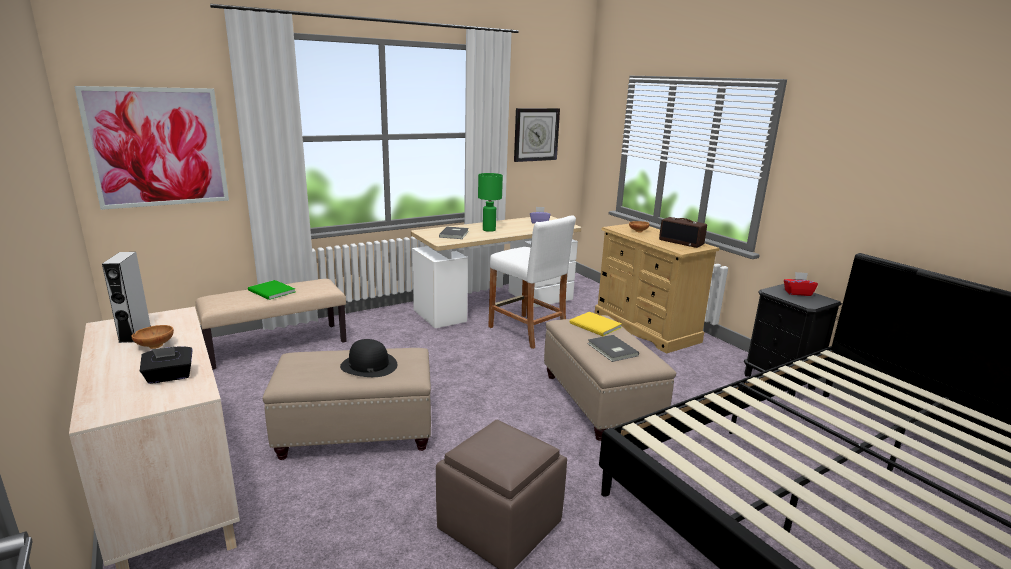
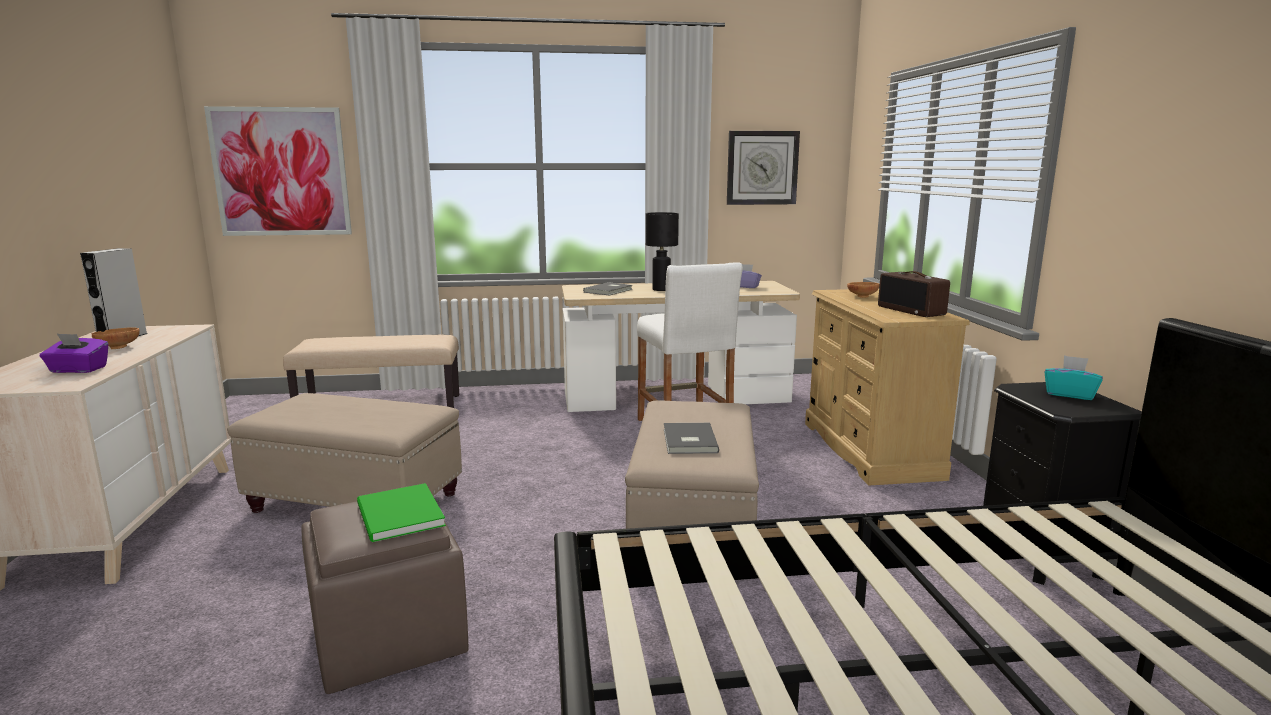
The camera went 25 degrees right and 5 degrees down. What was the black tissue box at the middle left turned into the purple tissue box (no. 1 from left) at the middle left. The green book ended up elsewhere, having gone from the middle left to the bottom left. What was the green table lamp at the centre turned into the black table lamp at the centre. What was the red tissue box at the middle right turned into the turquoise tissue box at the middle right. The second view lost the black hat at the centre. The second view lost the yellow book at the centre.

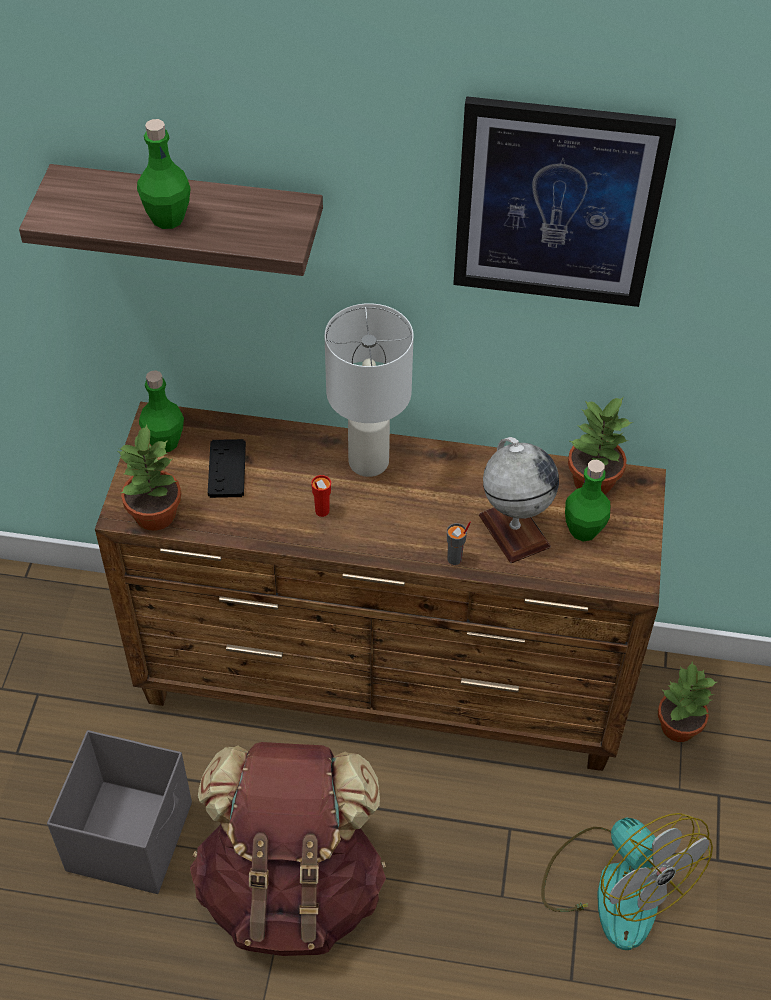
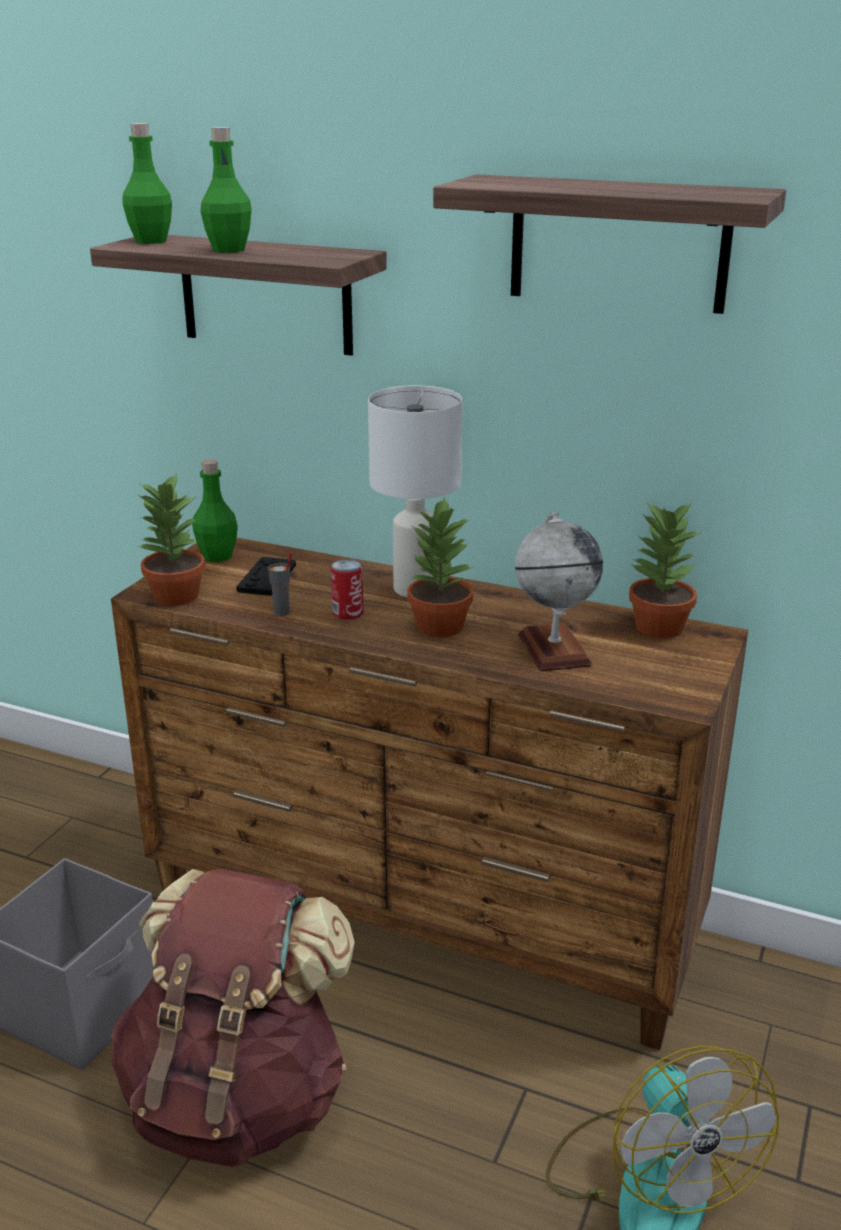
The camera went 15 degrees right and 25 degrees down. The green bottle (no. 3 from left in the first image) ended up elsewhere, having gone from the middle right to the top left. The grey cup ended up elsewhere, having gone from the centre to the middle left. Where the red cup stood at the centre, the can came to stand at the centre. The potted plant (no. 3 from left in the first image) ended up elsewhere, having gone from the bottom right to the centre. Where the picture hung at the top right, the shelf (no. 2 from left) came to hang at the top right.

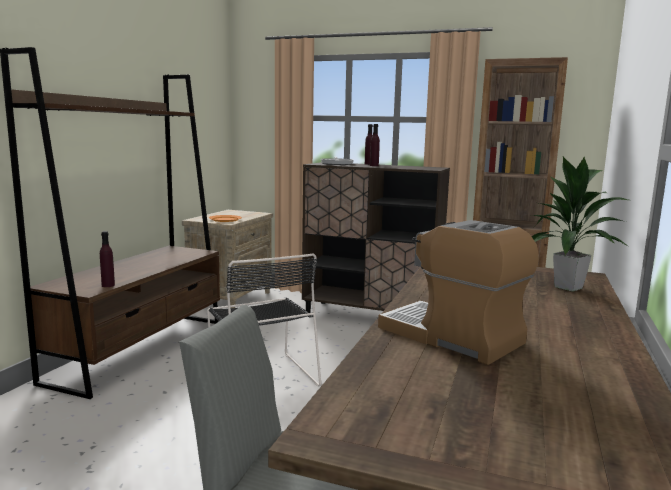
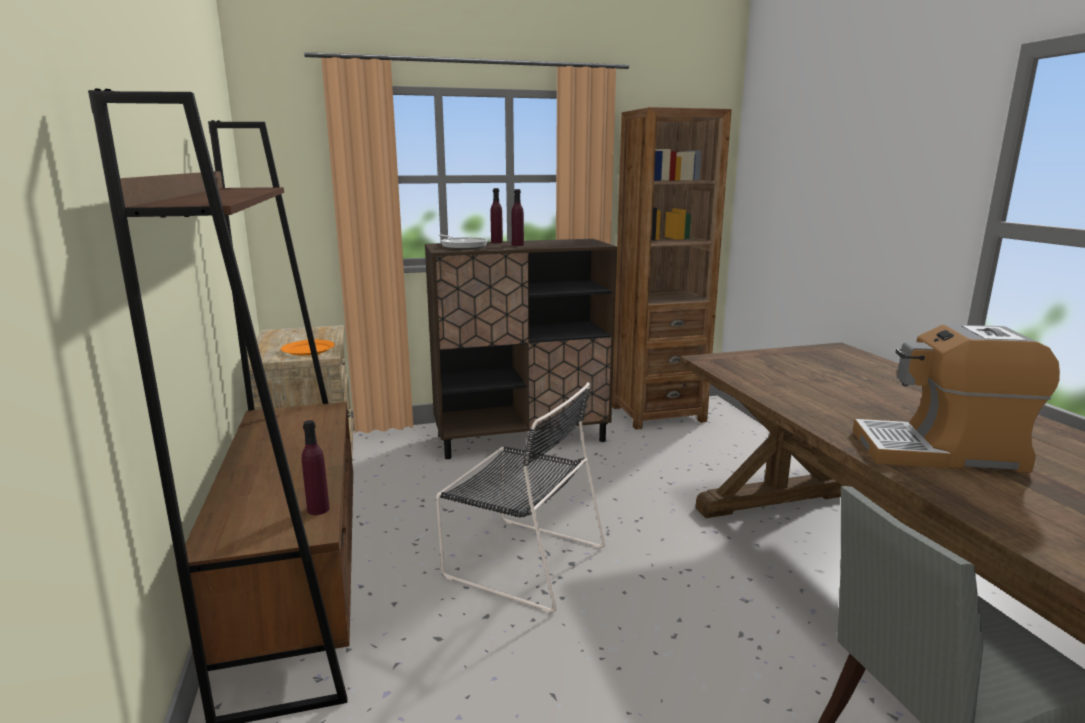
The camera went 35 degrees left and 5 degrees up. The second view lost the potted plant at the middle right.

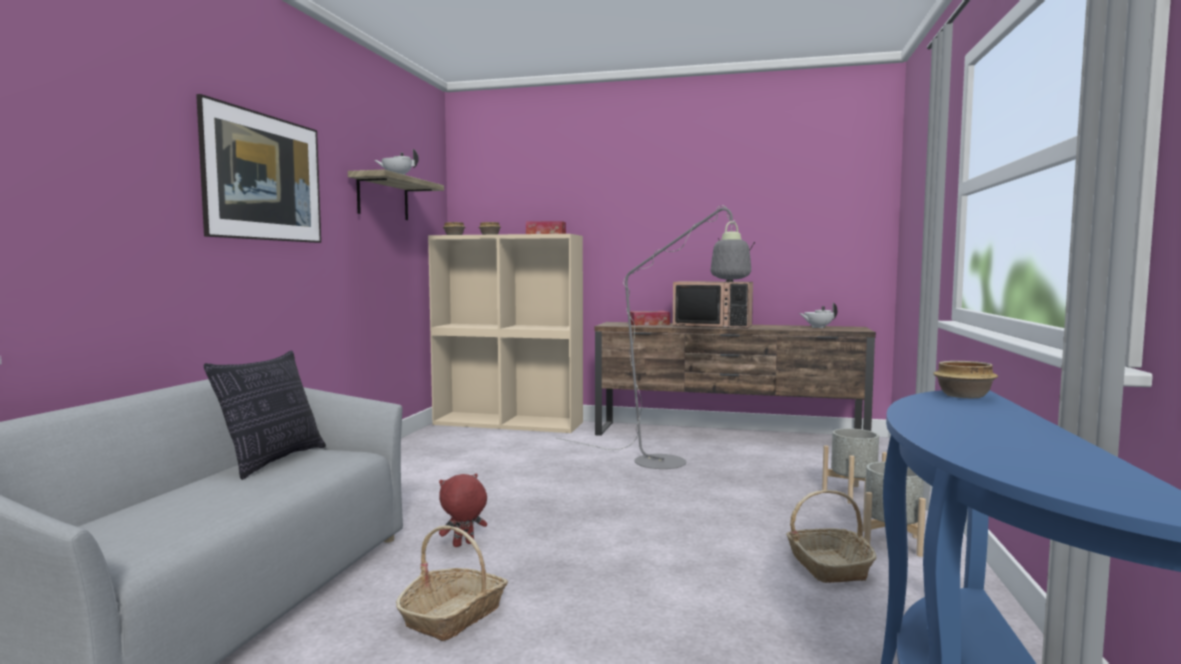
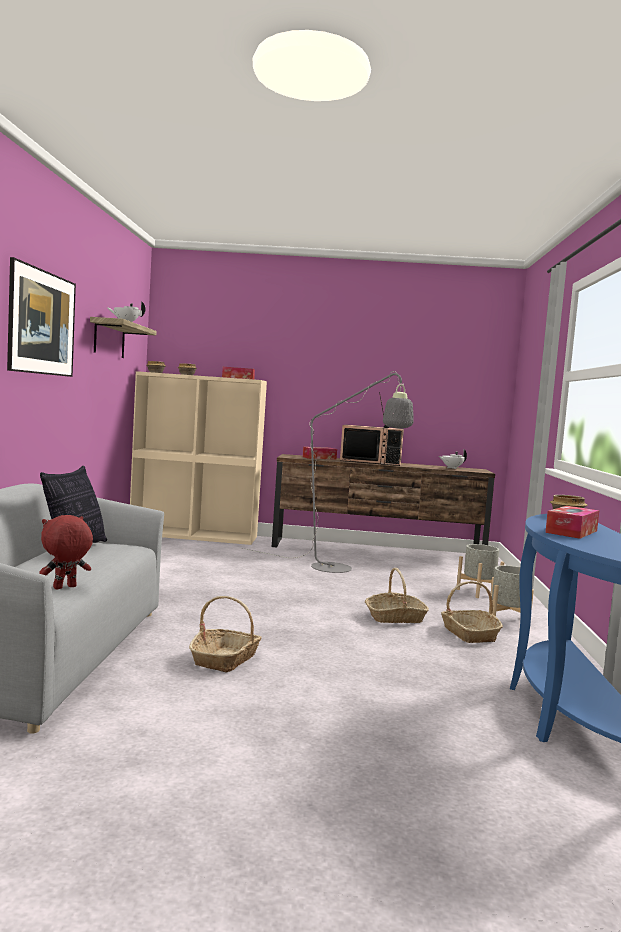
The camera went 10 degrees left and 0 degrees up. The red plush toy ended up elsewhere, having gone from the bottom centre to the middle left. The second view gained the basket (no. 2 from left) at the centre. The second view gained the tissue box (no. 3 from left) at the middle right.

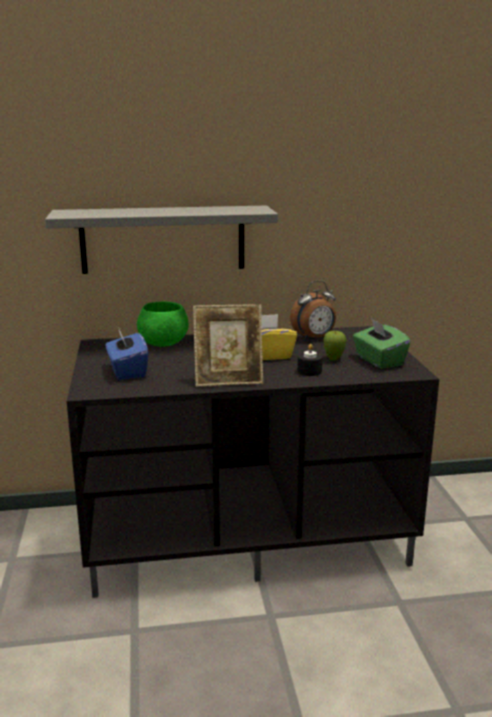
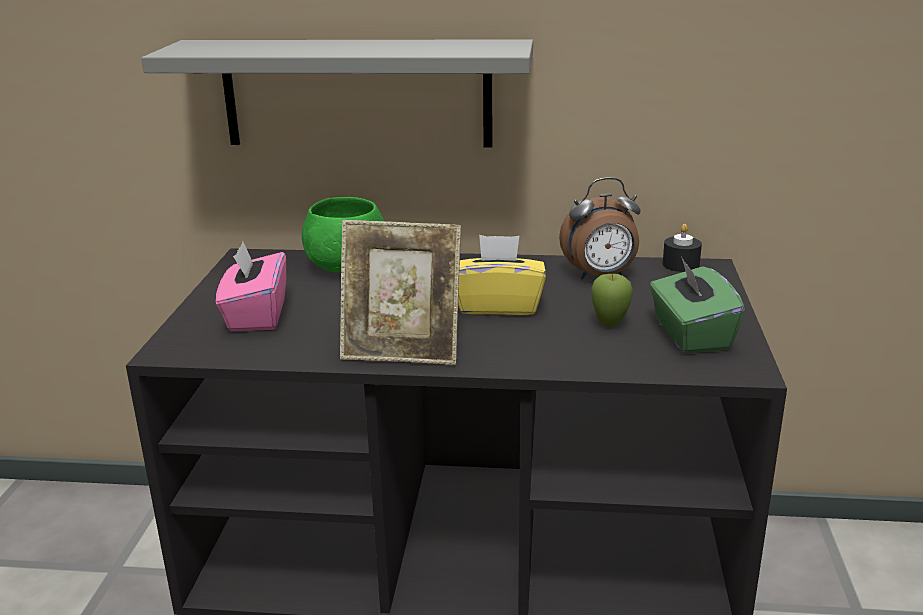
The camera went 15 degrees right and 5 degrees up. What was the blue tissue box at the middle left turned into the pink tissue box at the middle left. The black candle ended up elsewhere, having gone from the centre to the middle right.

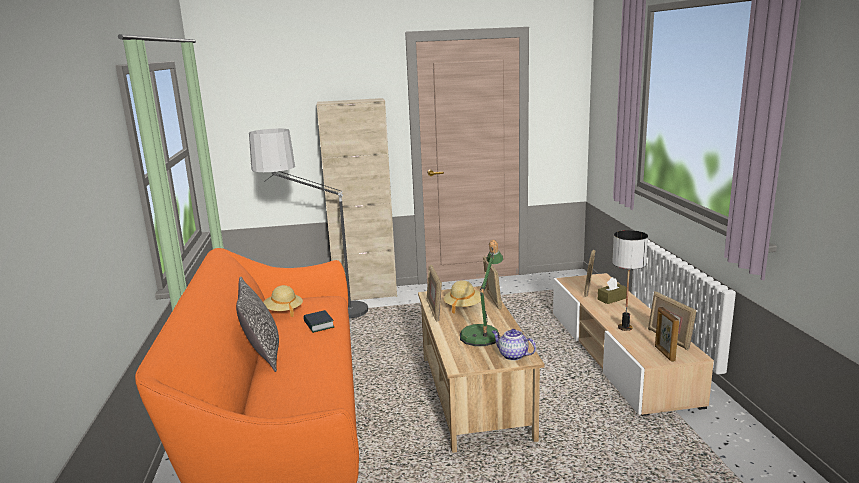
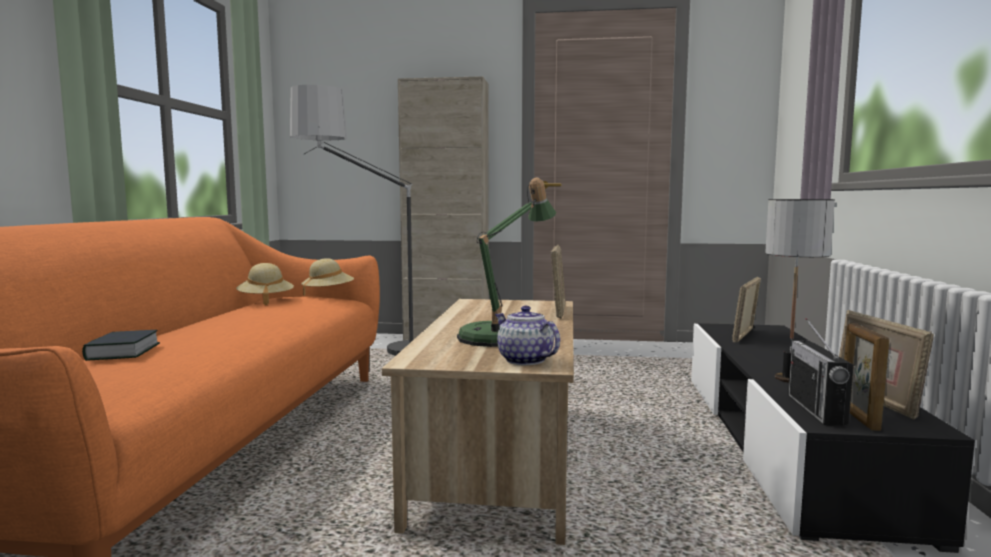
The camera went 15 degrees right and 10 degrees down. The book ended up elsewhere, having gone from the centre to the middle left. The beige hat (no. 2 from left) ended up elsewhere, having gone from the centre to the middle left. What was the beige tv stand at the bottom right turned into the black tv stand at the bottom right. The second view gained the radio at the bottom right. The second view lost the pillow at the bottom left. The second view lost the picture frame (no. 1 from left) at the centre. The second view lost the brown tissue box at the middle right.

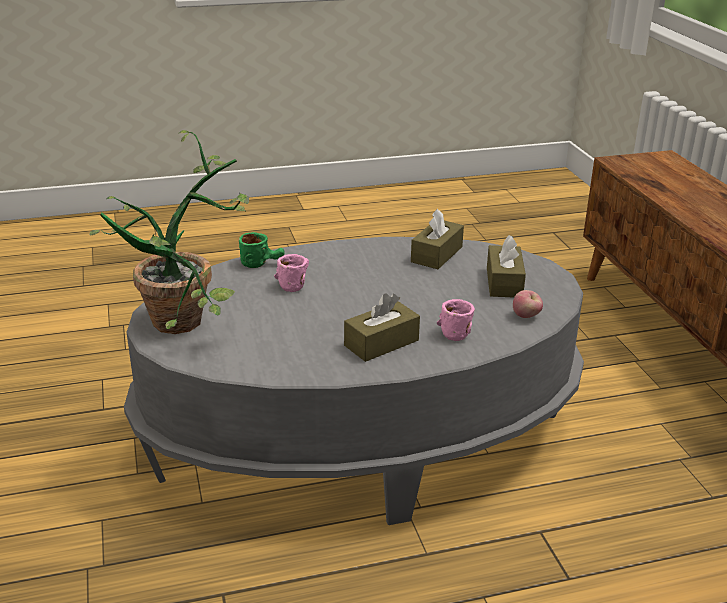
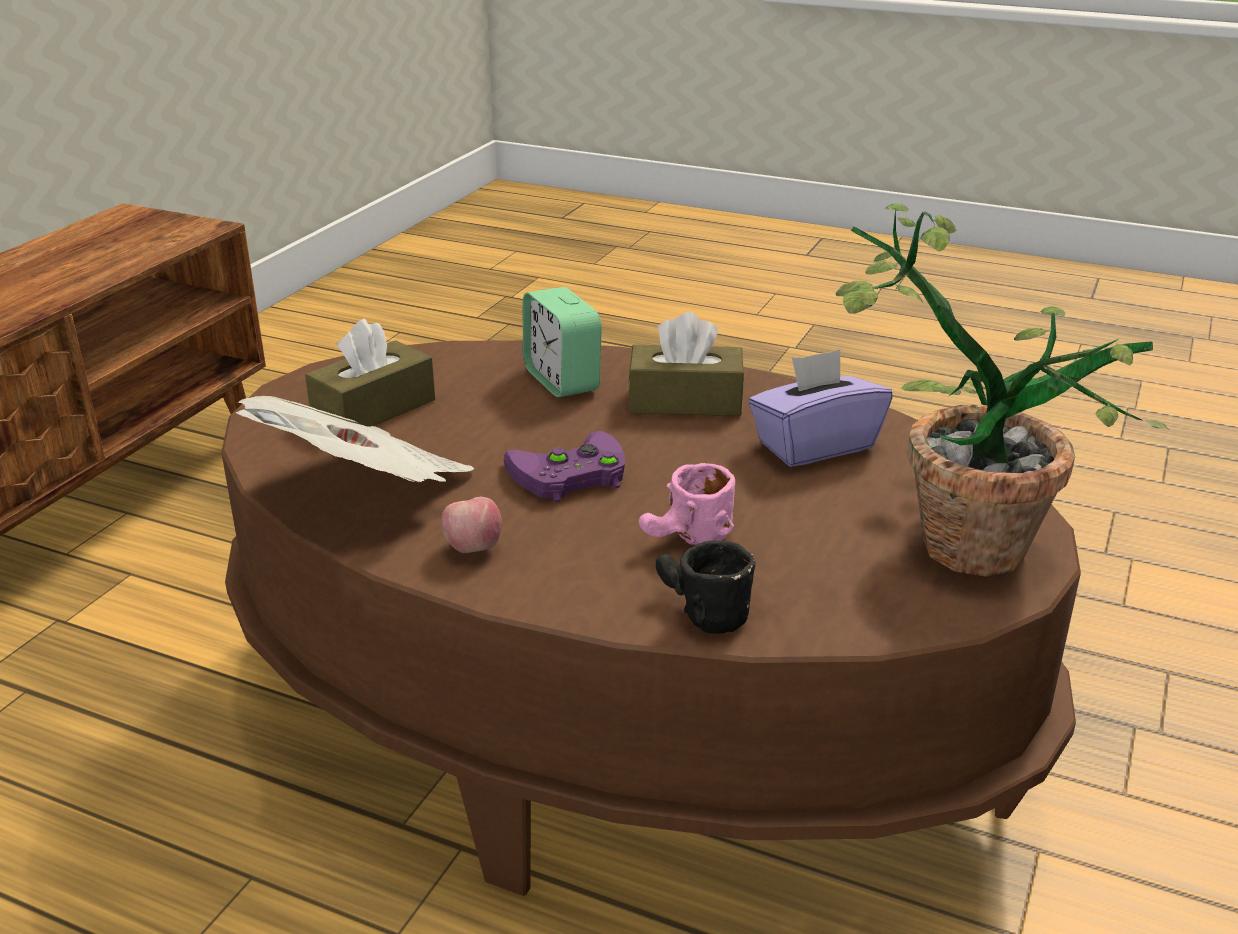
The camera went 140 degrees left and 0 degrees up. What was the grey coffee table at the centre turned into the brown coffee table at the centre. Where the brown tissue box (no. 2 from left) stood at the centre, the newspaper came to stand at the middle left. The apple ended up elsewhere, having gone from the middle right to the centre. The second view gained the purple game controller at the centre. Where the pink mug (no. 2 from left) stood at the centre, the alarm clock came to stand at the centre. What was the green mug at the centre turned into the black mug at the centre. The second view gained the purple tissue box at the centre.

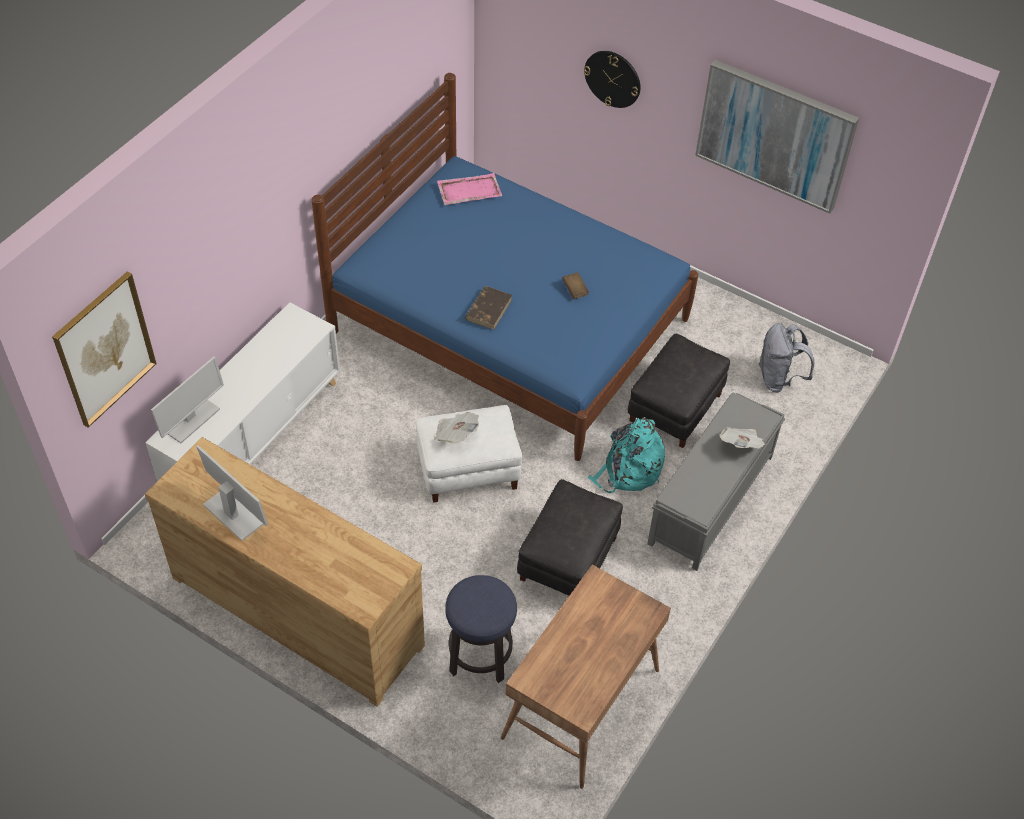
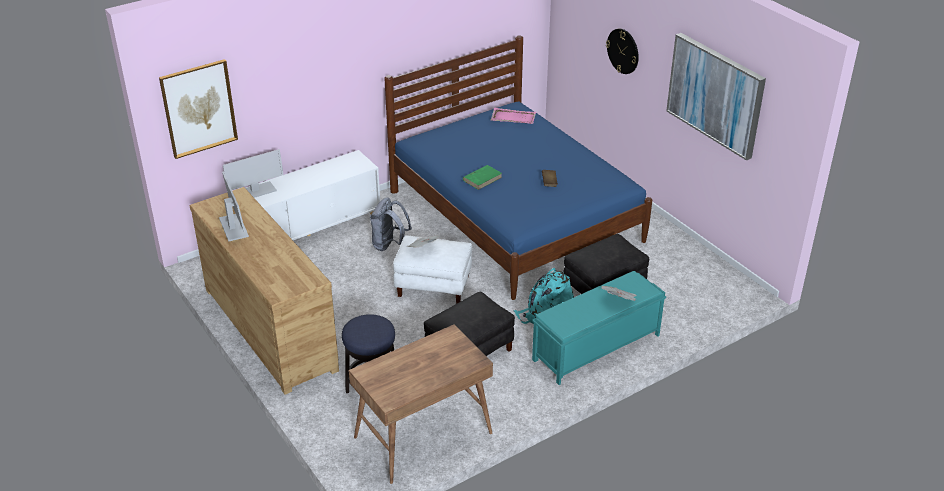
The camera went 25 degrees right and 15 degrees down. The grey backpack ended up elsewhere, having gone from the middle right to the centre. What was the brown book (no. 1 from left) at the centre turned into the green book at the centre. What was the grey bench at the middle right turned into the turquoise bench at the bottom centre.

